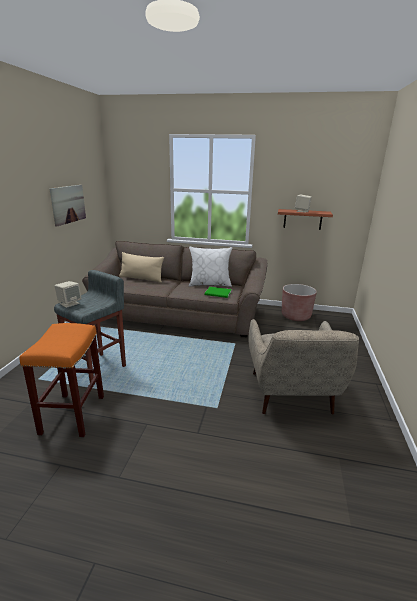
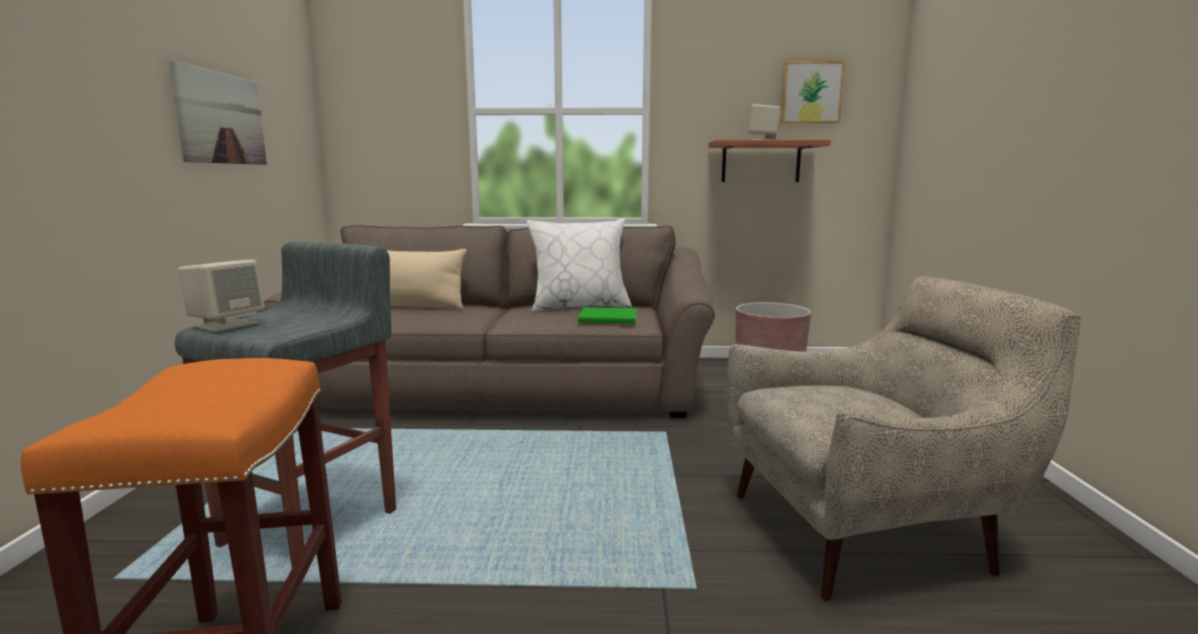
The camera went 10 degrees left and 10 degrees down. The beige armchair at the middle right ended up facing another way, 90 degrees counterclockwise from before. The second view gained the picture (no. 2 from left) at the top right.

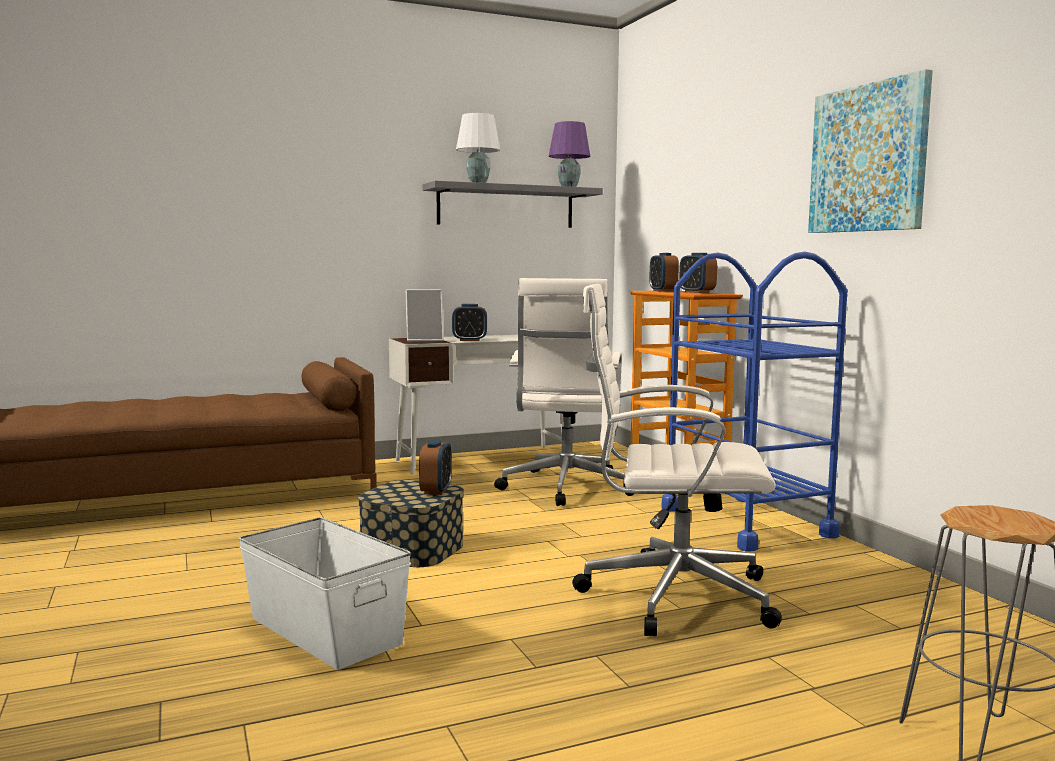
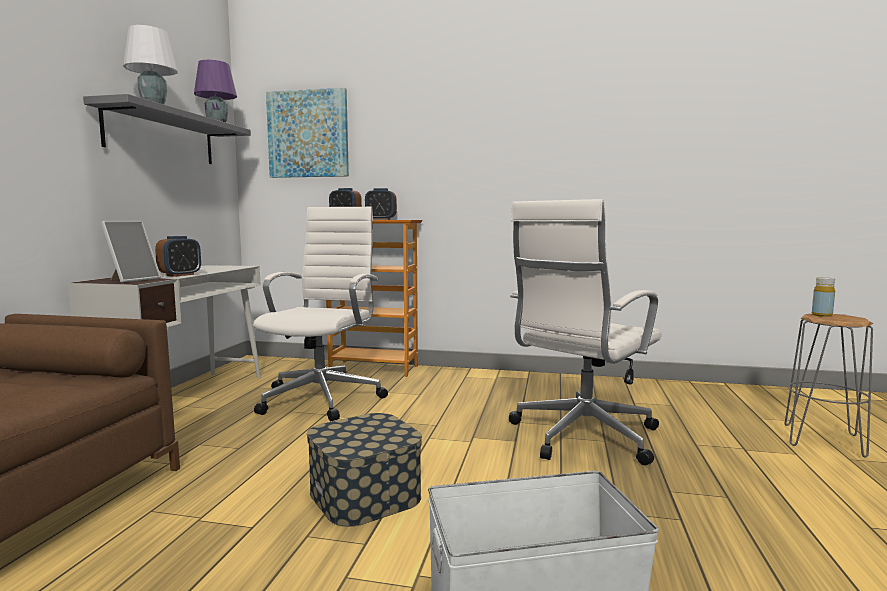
The camera went 55 degrees left and 0 degrees up. The white office chair (no. 1 from left) at the centre ended up facing another way, 120 degrees counterclockwise from before. The picture ended up elsewhere, having gone from the top right to the top centre. The second view gained the yellow bottle at the middle right. The second view lost the alarm clock (no. 1 from left) at the centre. The second view lost the blue cart at the middle right.

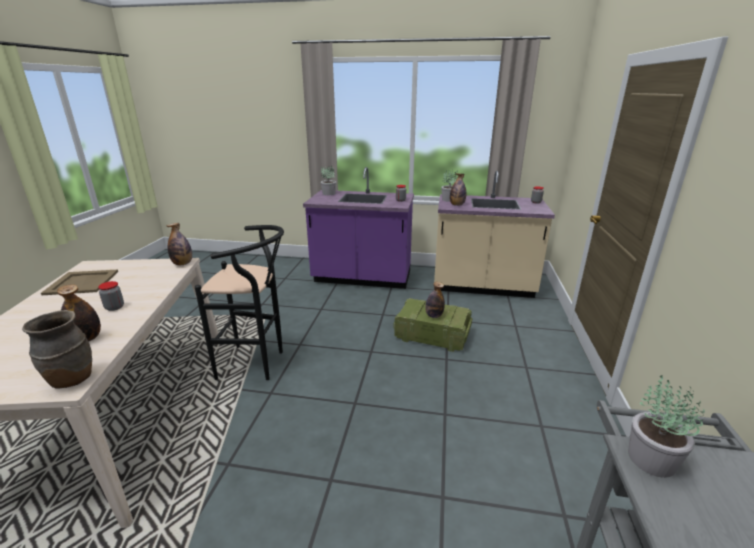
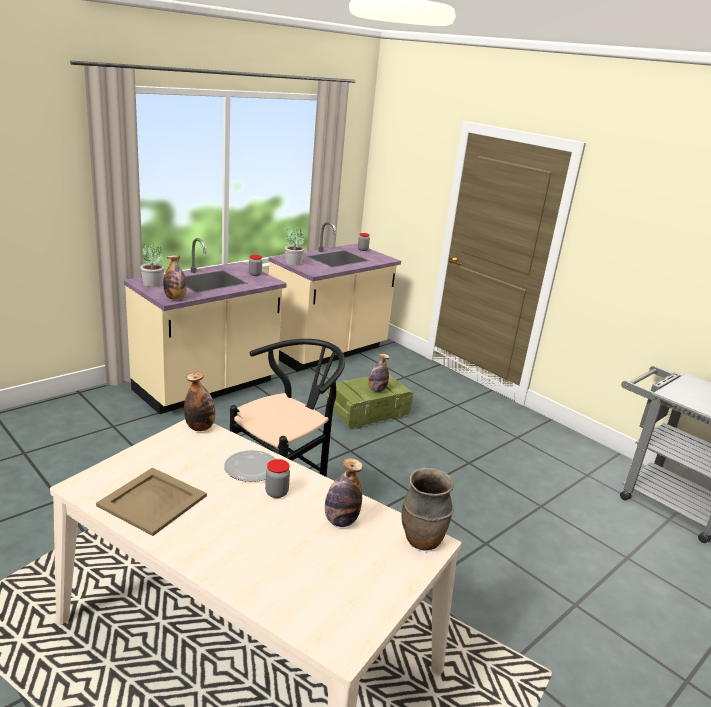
The camera went 55 degrees left and 0 degrees up. What was the purple counter at the centre turned into the beige counter (no. 1 from left) at the middle left. The bottle (no. 4 from left in the first image) ended up elsewhere, having gone from the centre to the middle left. The second view gained the plate at the centre. The second view lost the potted plant (no. 3 from left) at the bottom right.

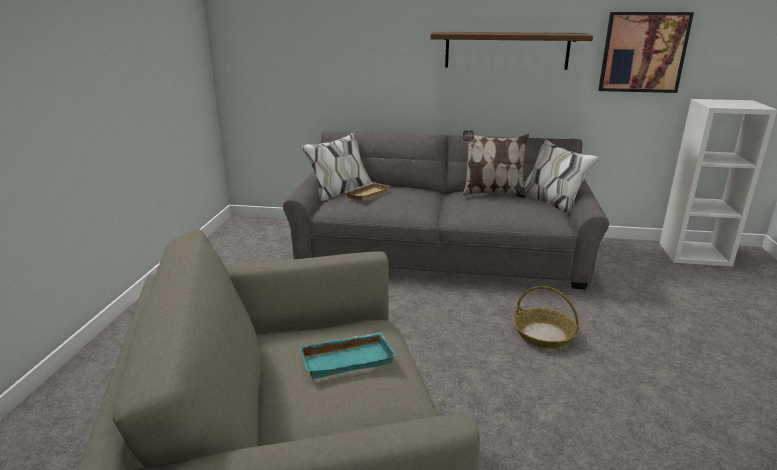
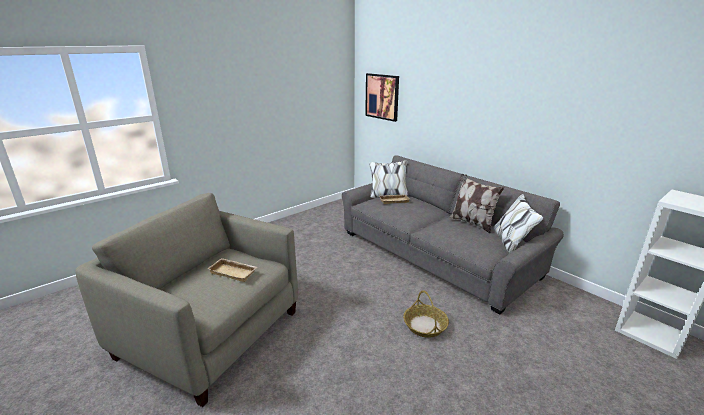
The camera went 40 degrees right and 0 degrees up. What was the turquoise tray at the bottom centre turned into the beige tray (no. 1 from left) at the middle left. The picture ended up elsewhere, having gone from the top right to the top centre. The second view lost the shelf at the top centre.

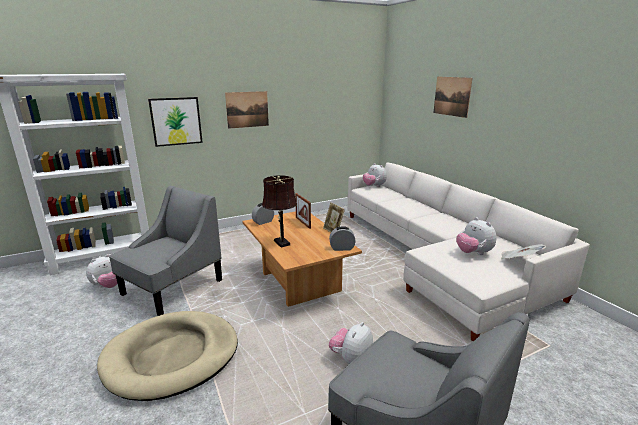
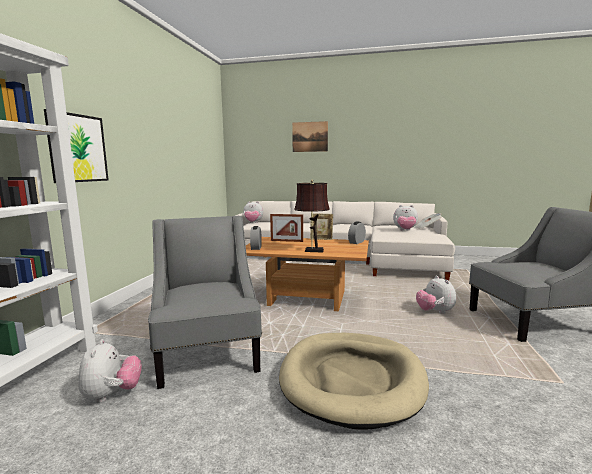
The camera went 50 degrees left and 10 degrees down. The second view lost the picture (no. 2 from left) at the top centre.

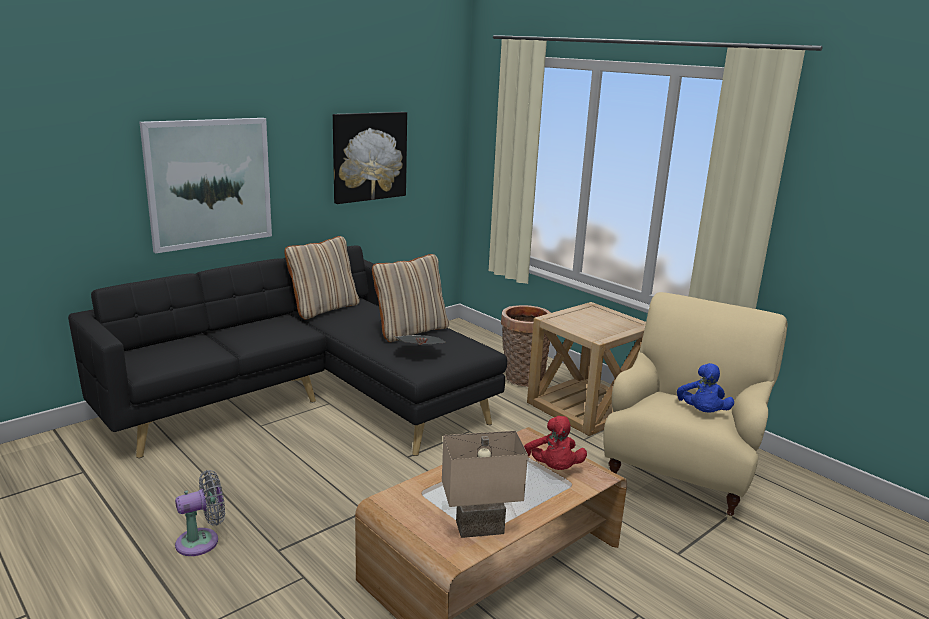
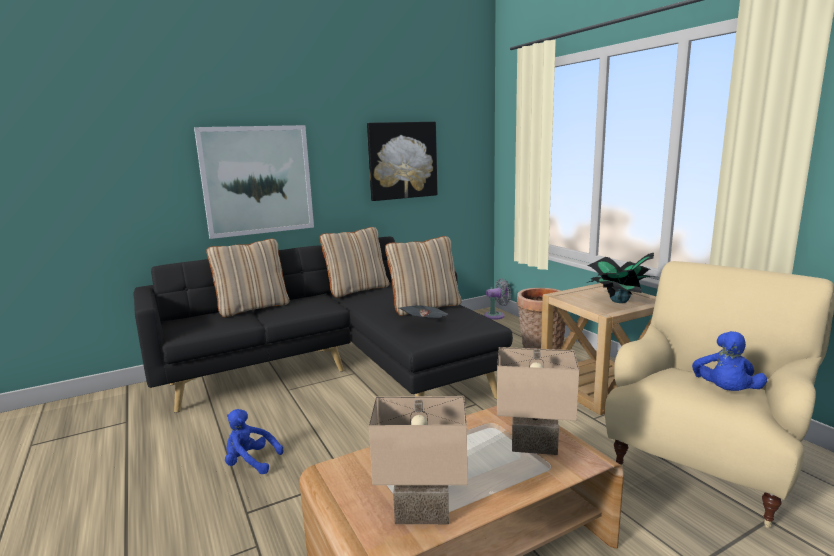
The camera went 15 degrees right and 5 degrees down. The second view gained the beige pillow (no. 1 from left) at the middle left. The second view gained the blue plush toy (no. 1 from left) at the bottom left. The grey fan ended up elsewhere, having gone from the bottom left to the centre. Where the red plush toy stood at the bottom centre, the beige table lamp (no. 2 from left) came to stand at the bottom centre. The second view gained the potted plant at the middle right.

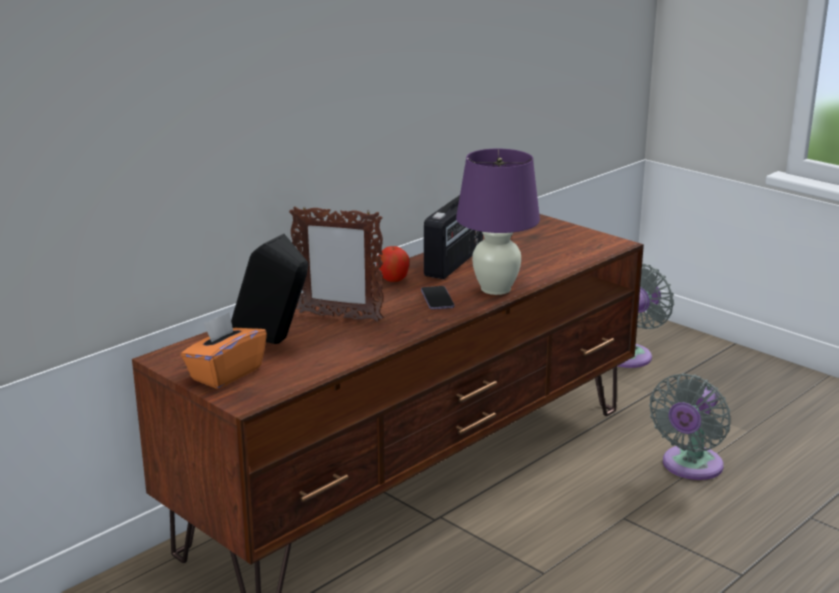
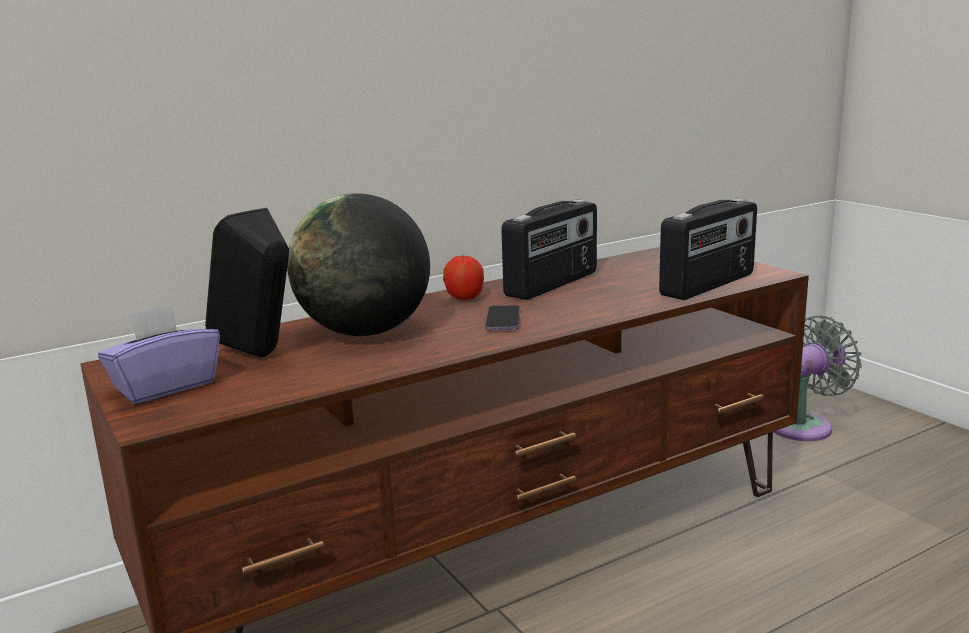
The camera went 15 degrees right and 5 degrees down. What was the orange tissue box at the middle left turned into the purple tissue box at the middle left. Where the picture frame stood at the centre, the globe came to stand at the centre. The second view gained the radio (no. 2 from left) at the middle right. The second view lost the purple table lamp at the centre. The second view lost the grey fan (no. 2 from left) at the bottom right.

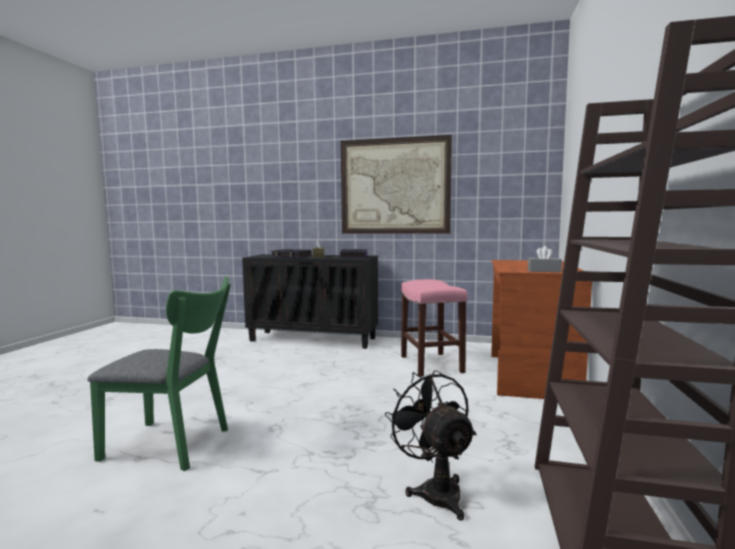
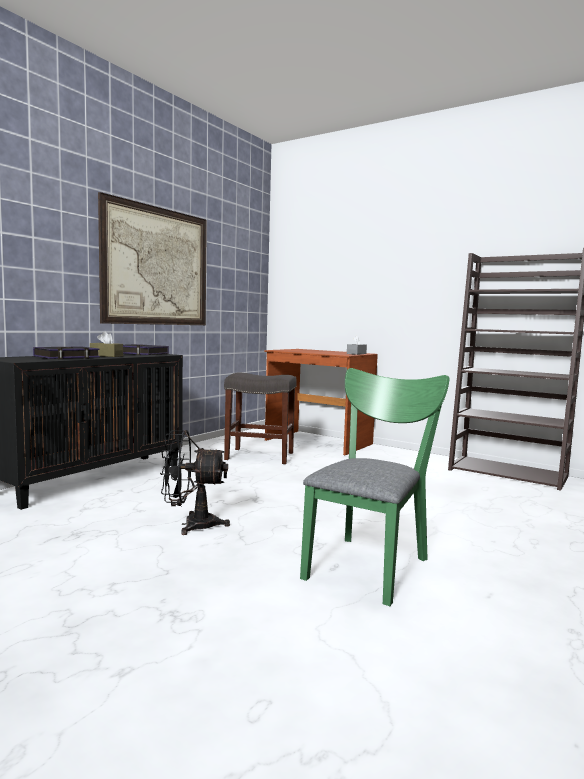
The camera went 70 degrees left and 0 degrees up. The black fan ended up elsewhere, having gone from the bottom centre to the centre. What was the pink stool at the centre turned into the grey stool at the centre.

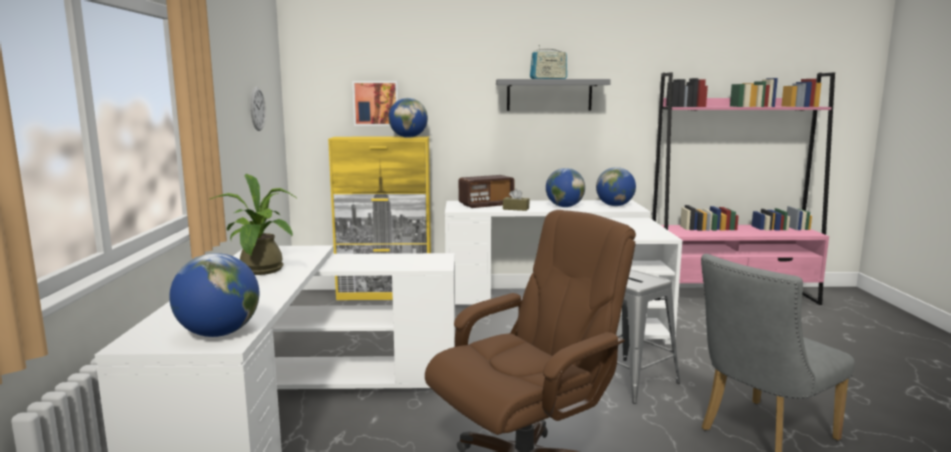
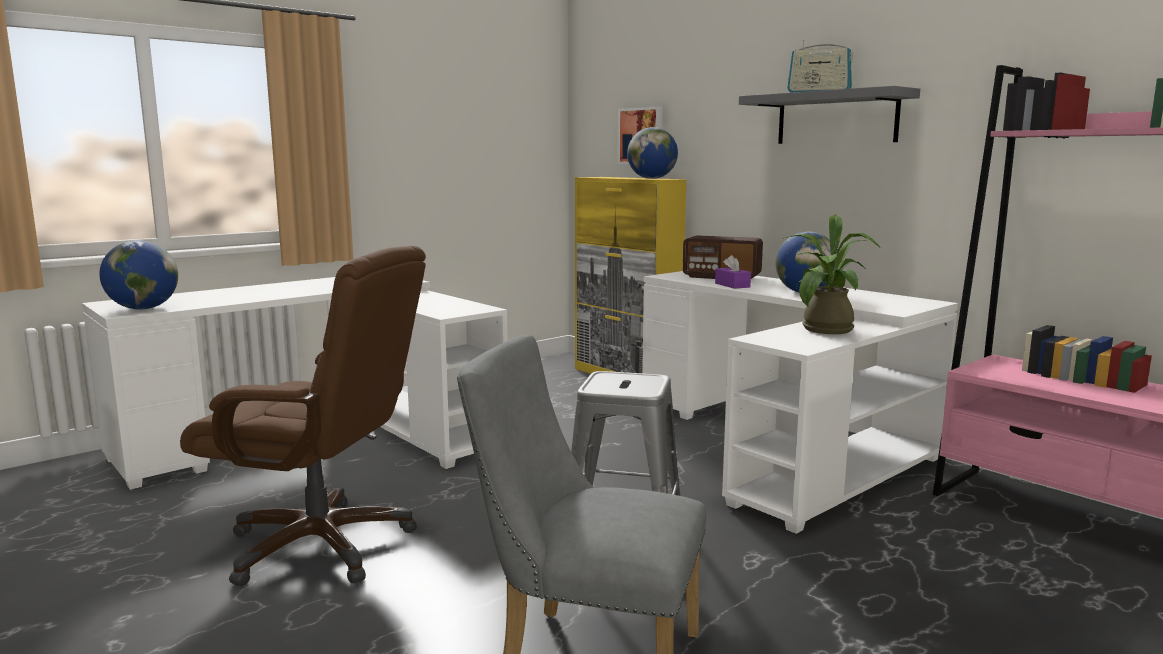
The camera went 50 degrees right and 0 degrees up. What was the brown tissue box at the centre turned into the purple tissue box at the centre. The potted plant ended up elsewhere, having gone from the middle left to the middle right. The second view lost the wall clock at the top left. The second view lost the globe (no. 4 from left) at the centre.

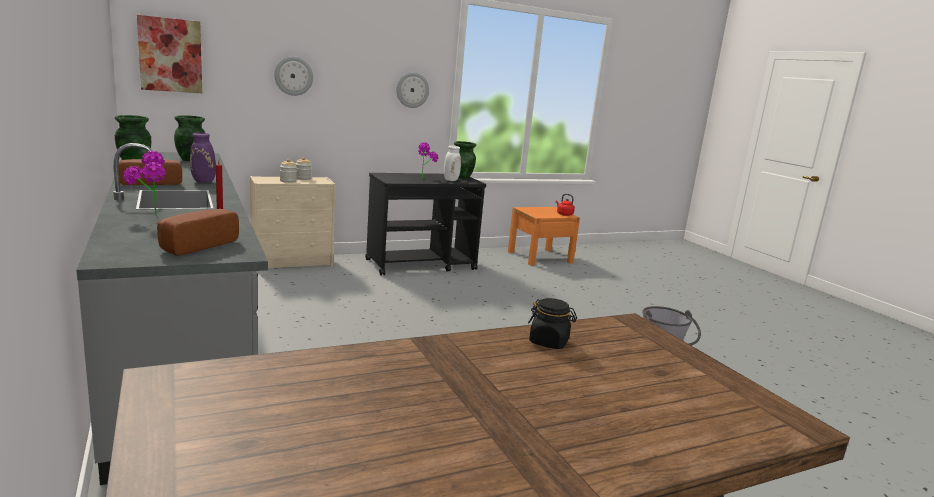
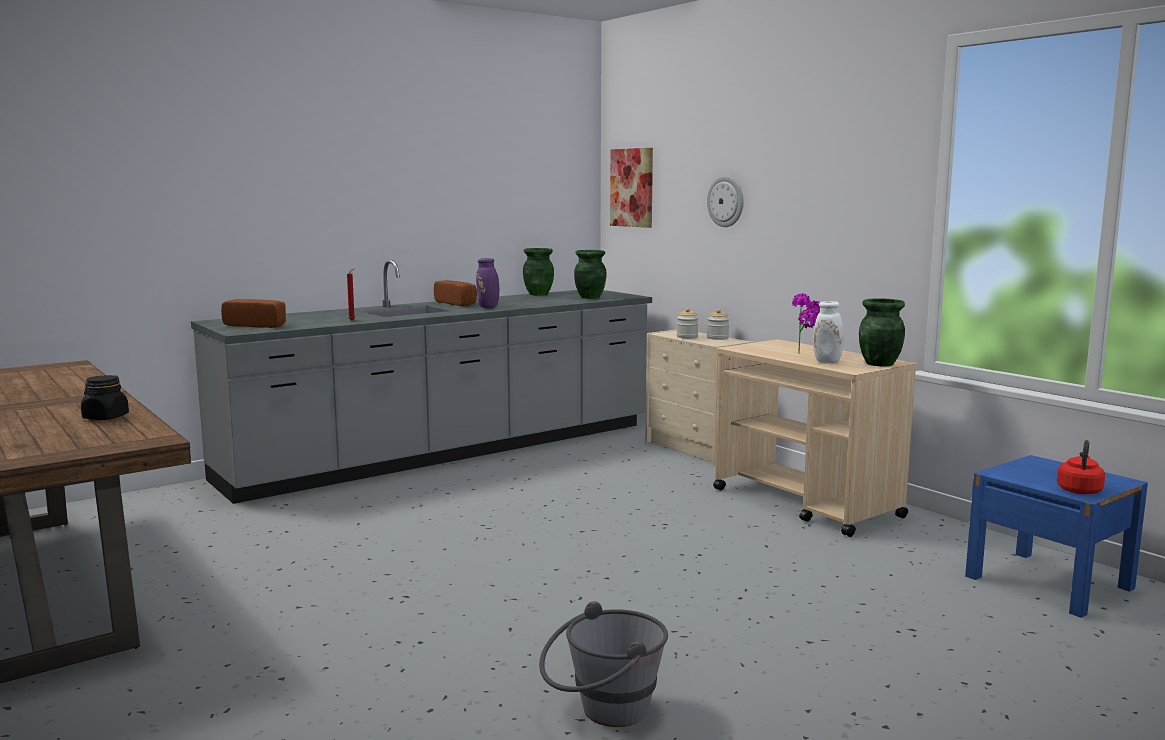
The camera went 80 degrees right and 5 degrees down. What was the black cart at the centre turned into the beige cart at the middle right. What was the orange nightstand at the centre turned into the blue nightstand at the bottom right. The second view lost the potted plant (no. 1 from left) at the middle left. The second view lost the wall clock (no. 2 from left) at the top centre.

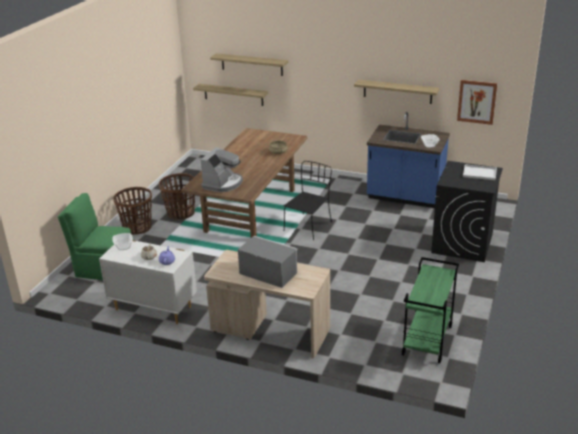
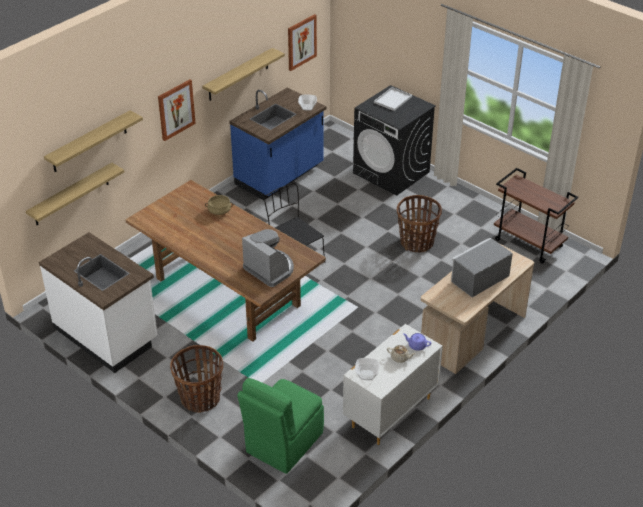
The camera went 70 degrees left and 10 degrees up. The second view gained the white counter at the middle left. The second view gained the picture (no. 1 from left) at the top left. The basket (no. 2 from left) ended up elsewhere, having gone from the middle left to the centre. What was the green cart at the bottom right turned into the brown cart at the middle right.

